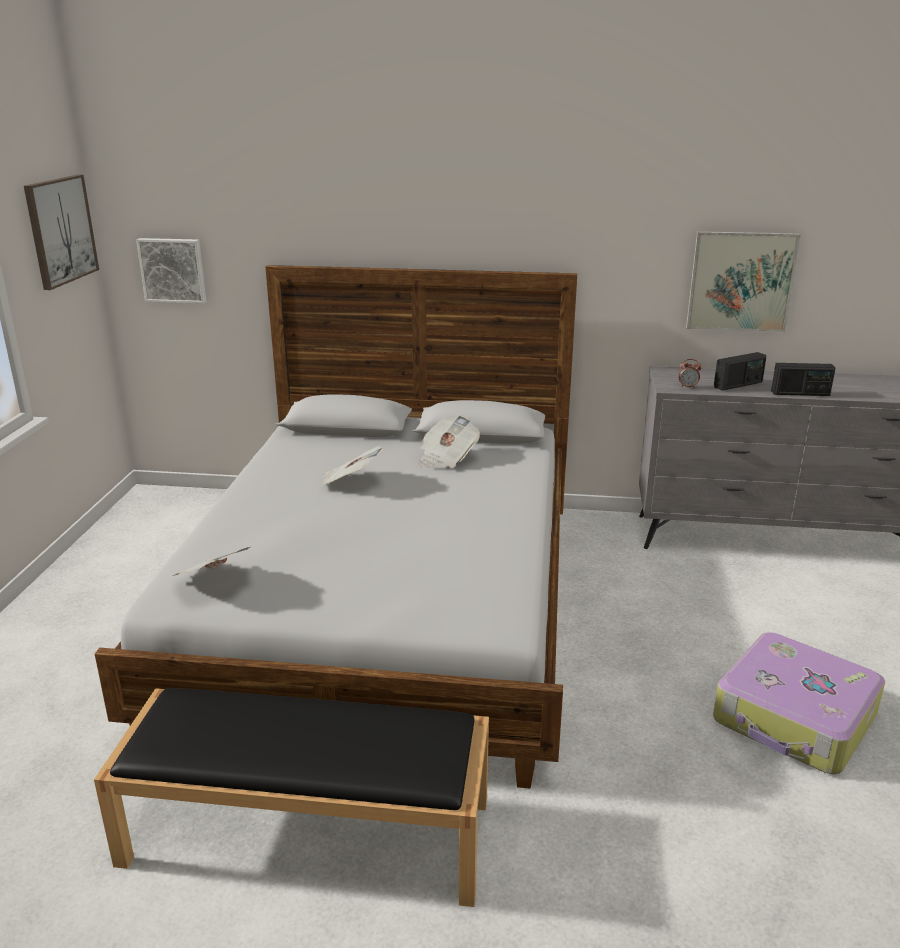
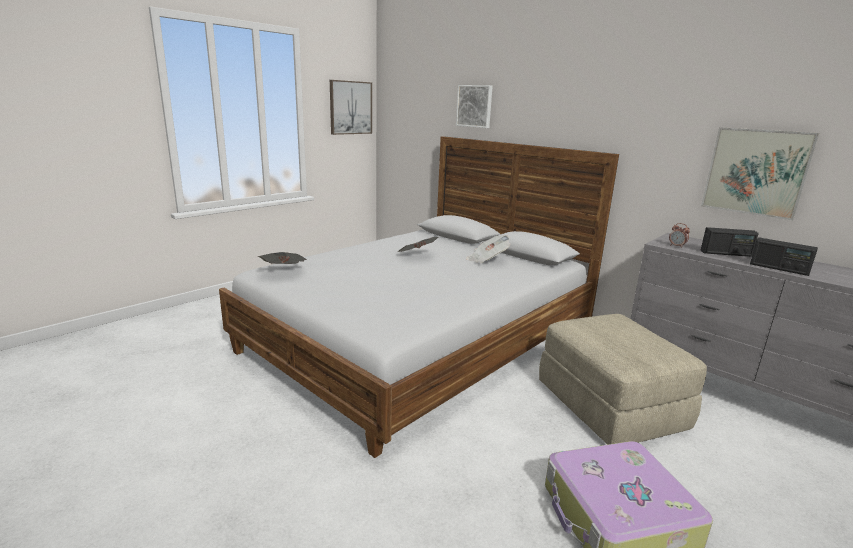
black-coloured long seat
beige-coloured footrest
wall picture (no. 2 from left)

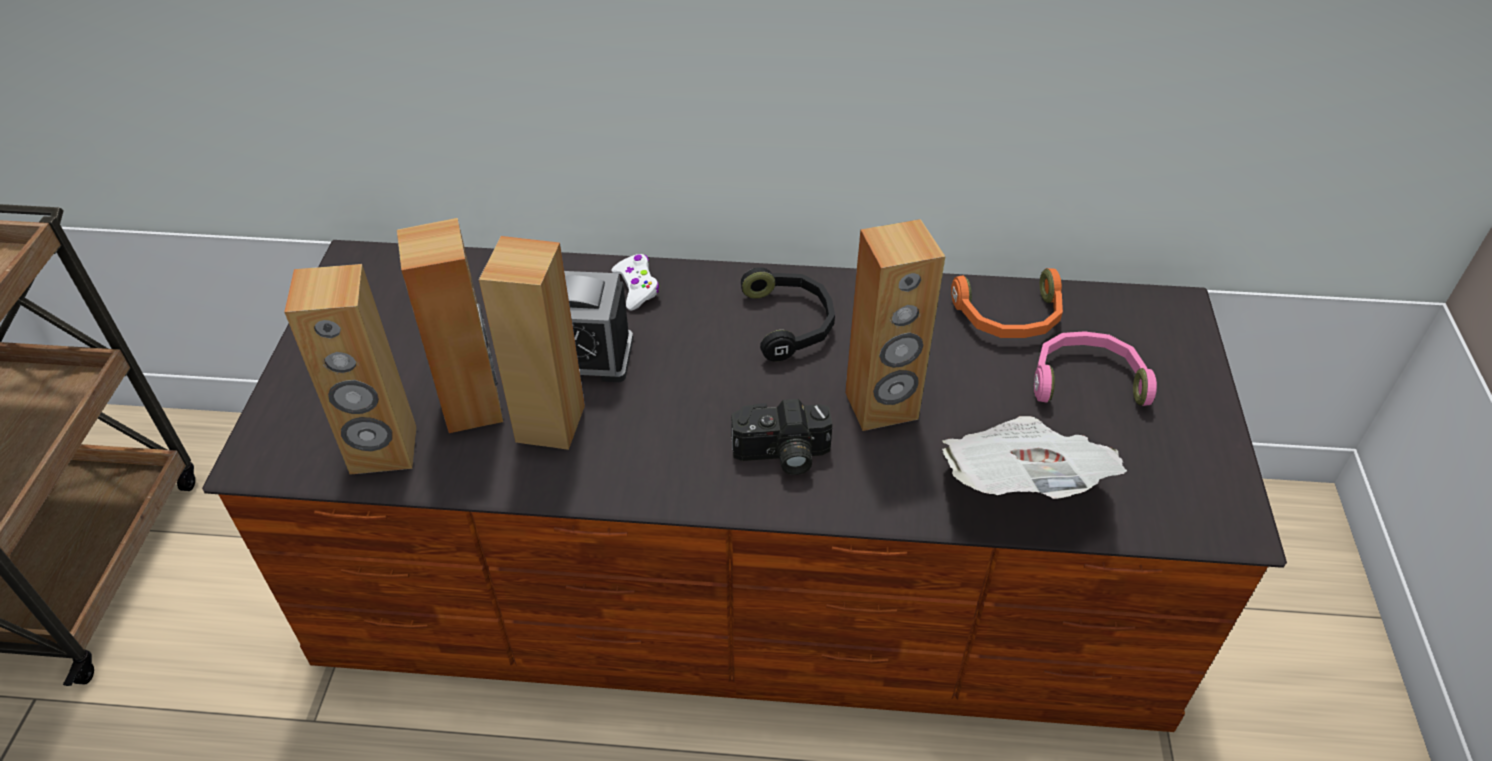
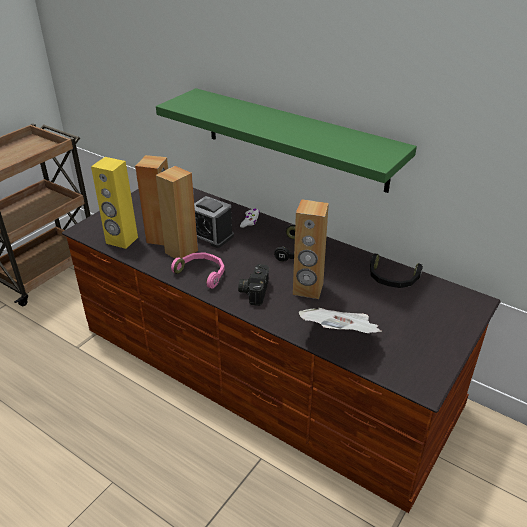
green shelf
pink-coloured headset
yellow-coloured speaker
black-coloured headset (no. 2 from left)
photo camera

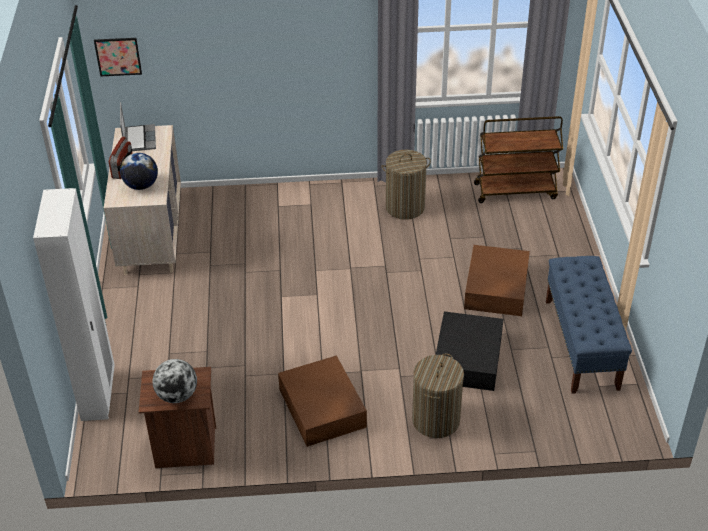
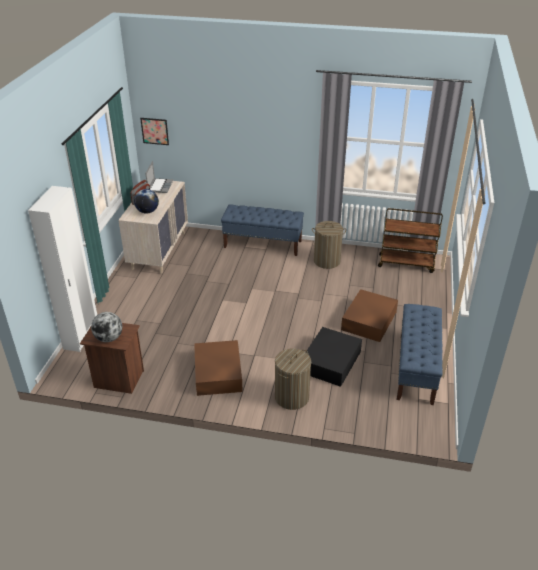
blue long seat (no. 1 from left)

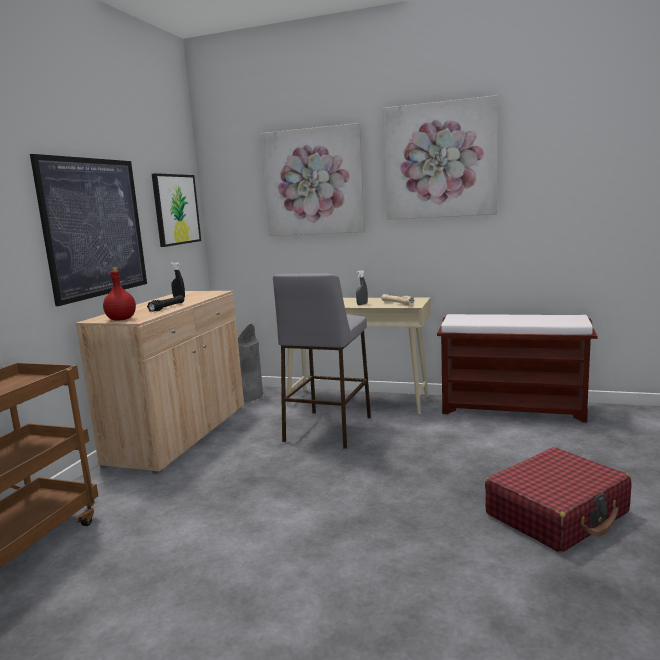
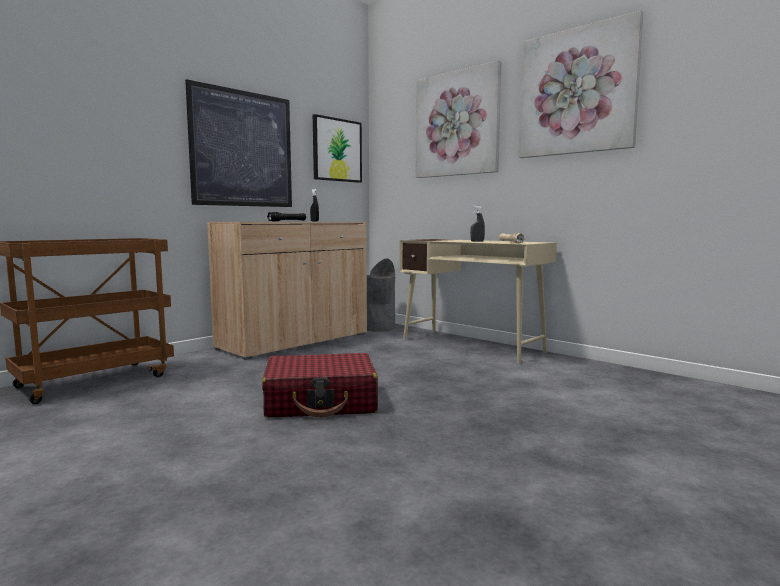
reddish beverage bottle
gray stool
brown-coloured long seat
reddish piece of luggage

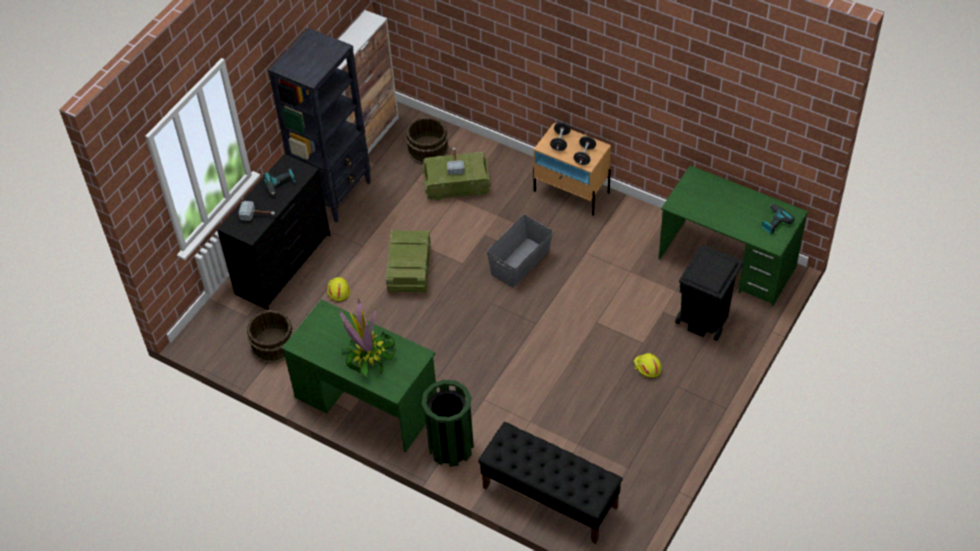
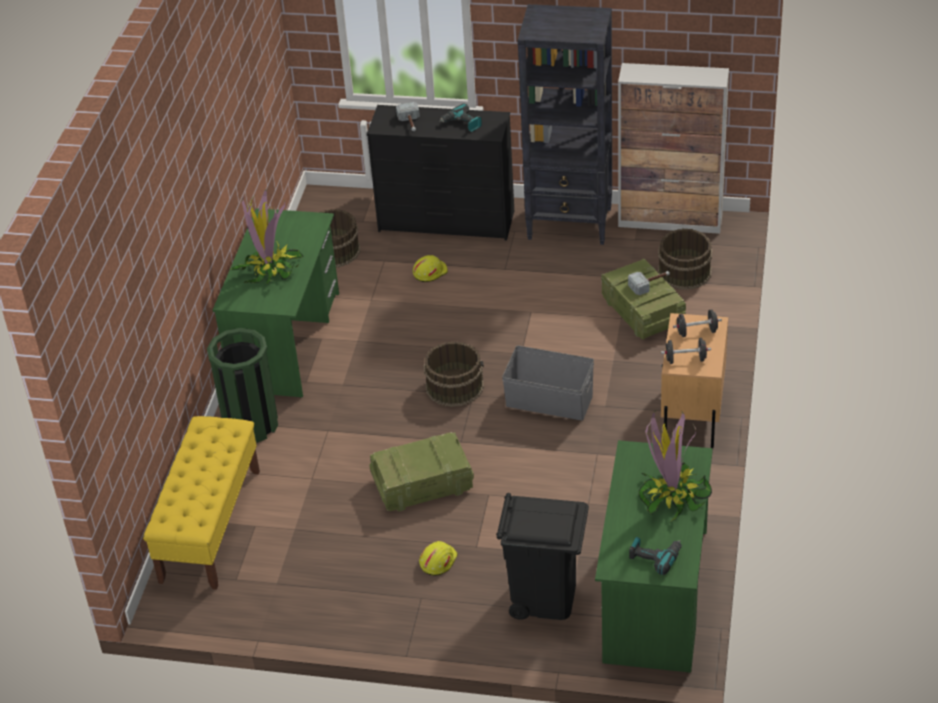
brown-coloured water bucket (no. 2 from left)
plant in a pot (no. 2 from left)
packing crate (no. 1 from left)
yellow-coloured long seat

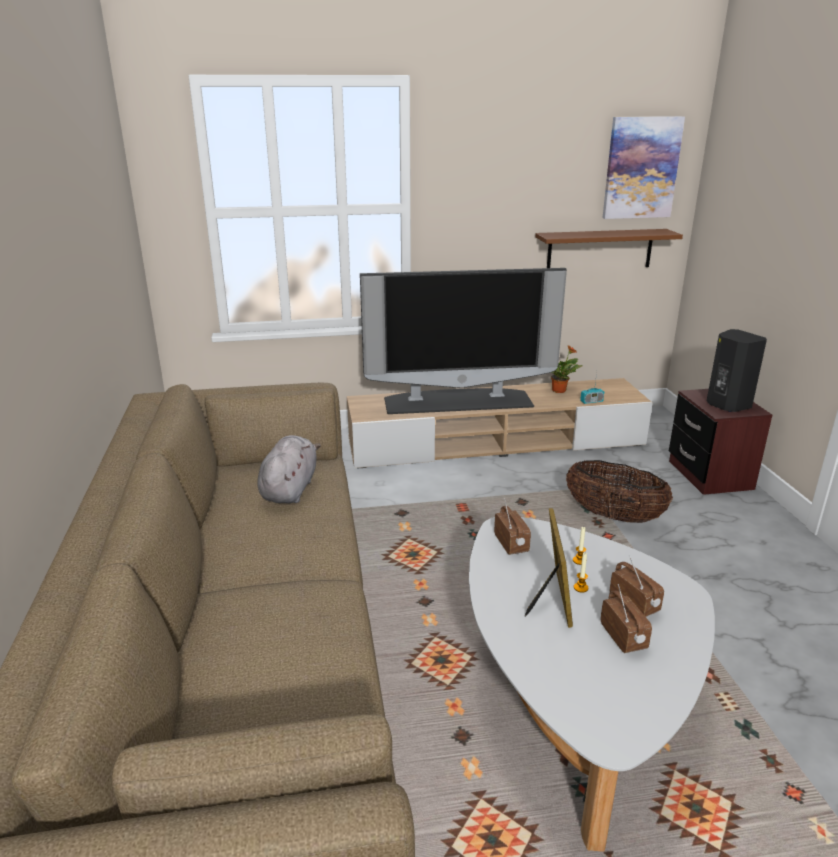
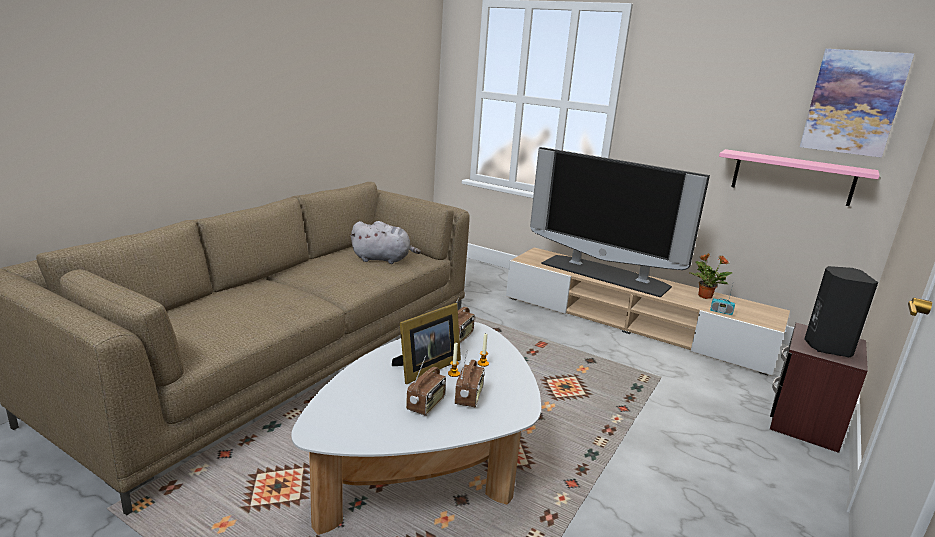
basket
pink-coloured shelf
gray cuddly toy

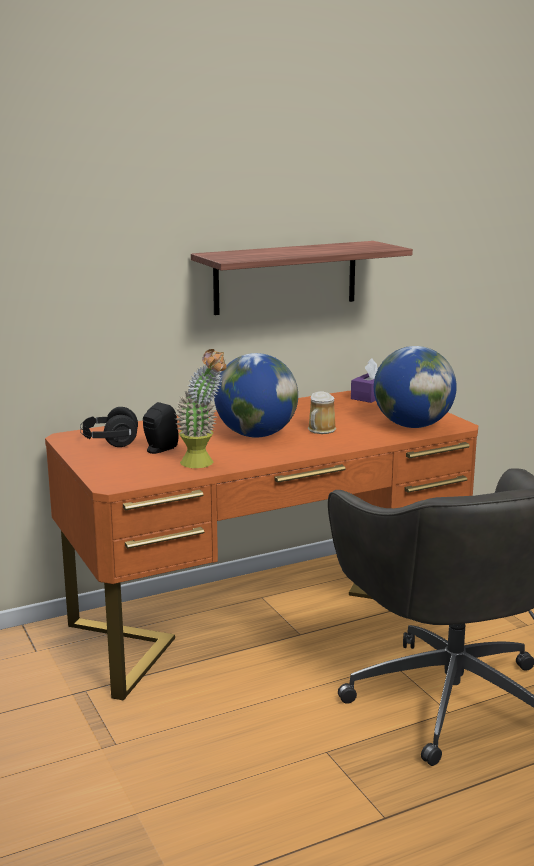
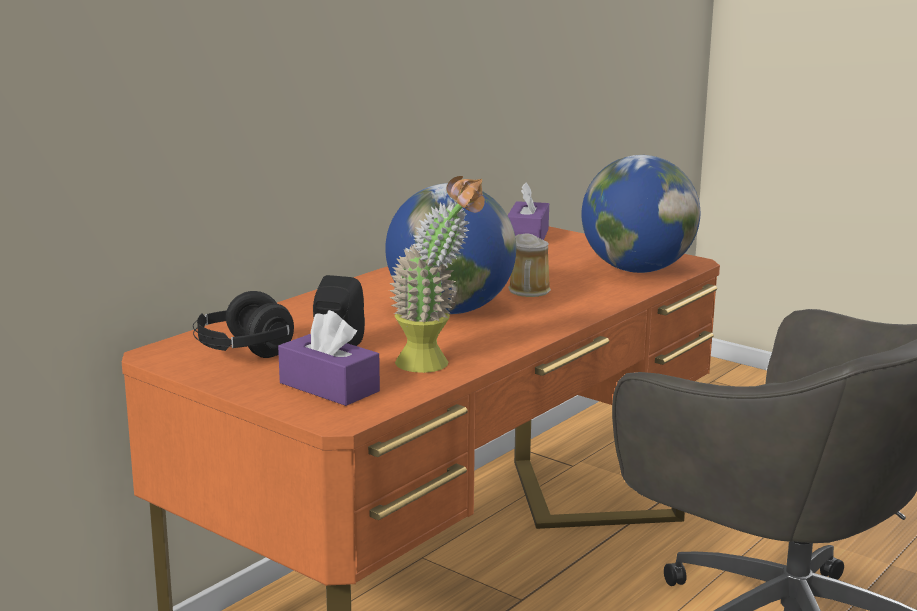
shelf
purple tissue box (no. 1 from left)

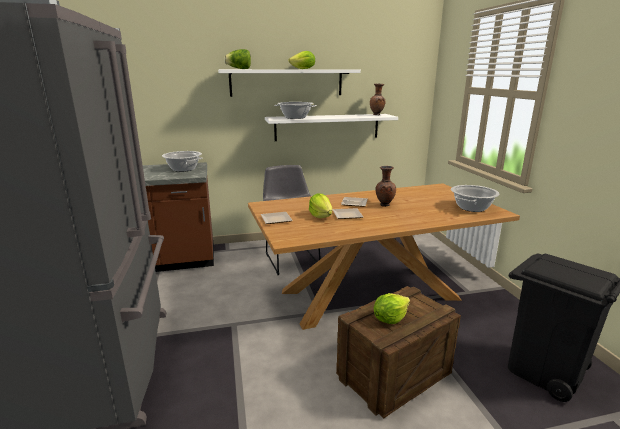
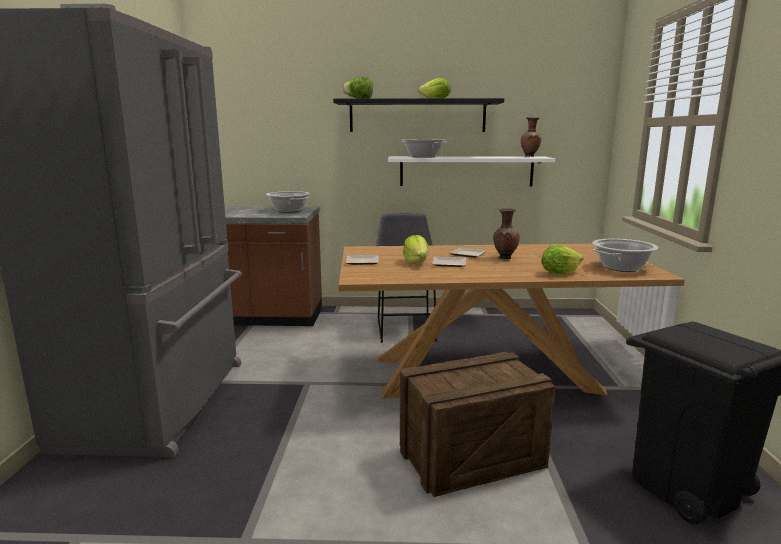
head of lettuce (no. 4 from left)
black-coloured shelf

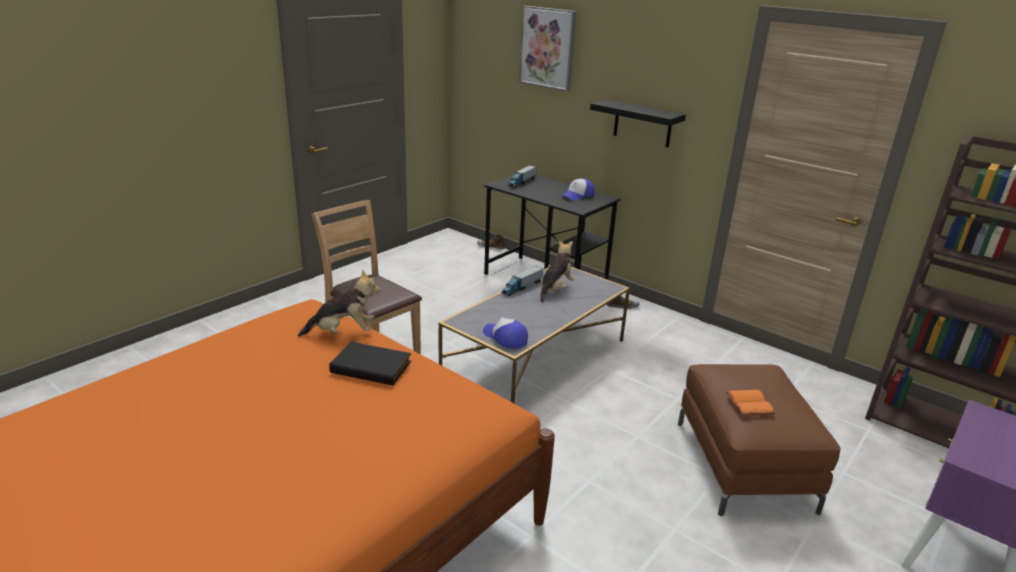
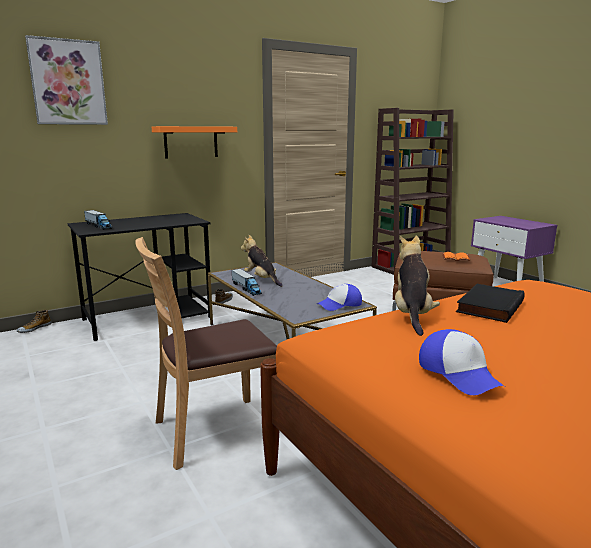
cap (no. 2 from left)
orange-coloured shelf

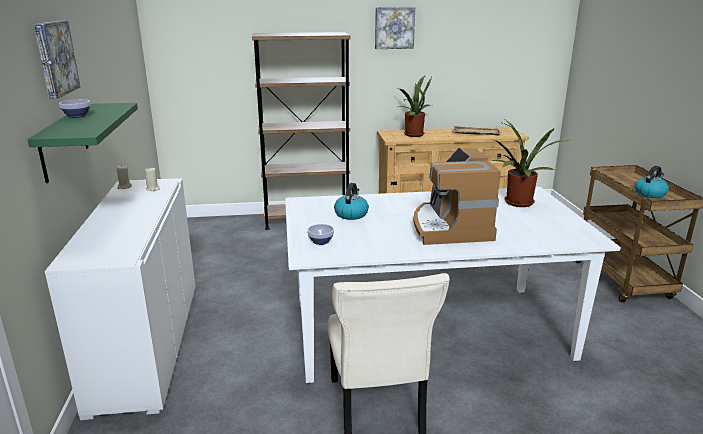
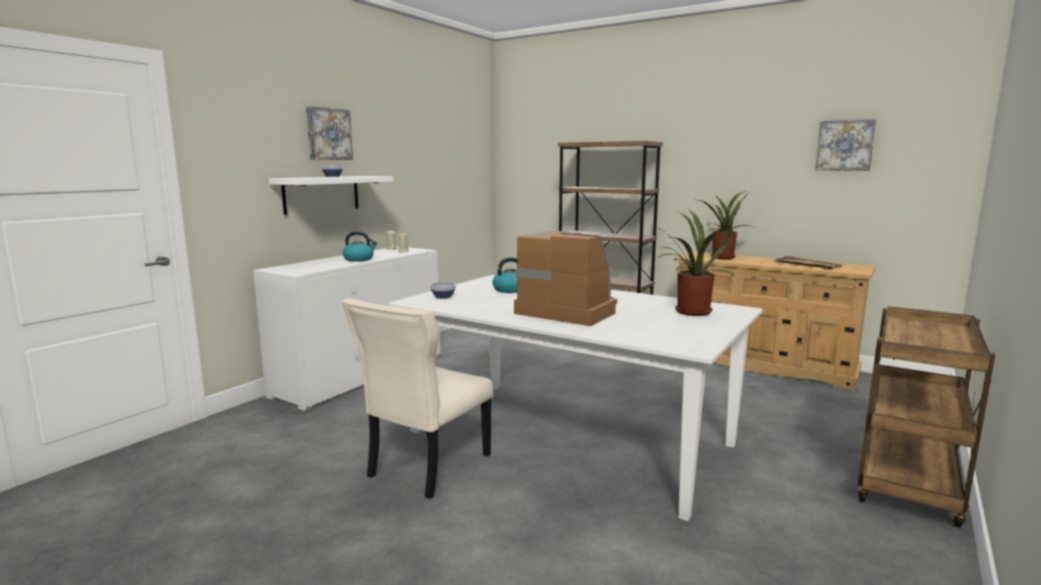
wall picture (no. 2 from left)
water kettle (no. 1 from left)
white shelf
coffee machine

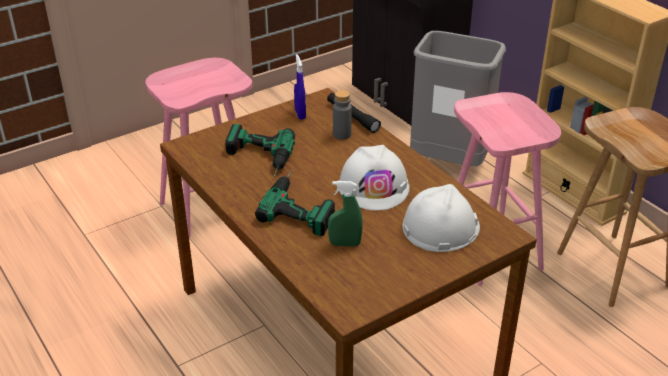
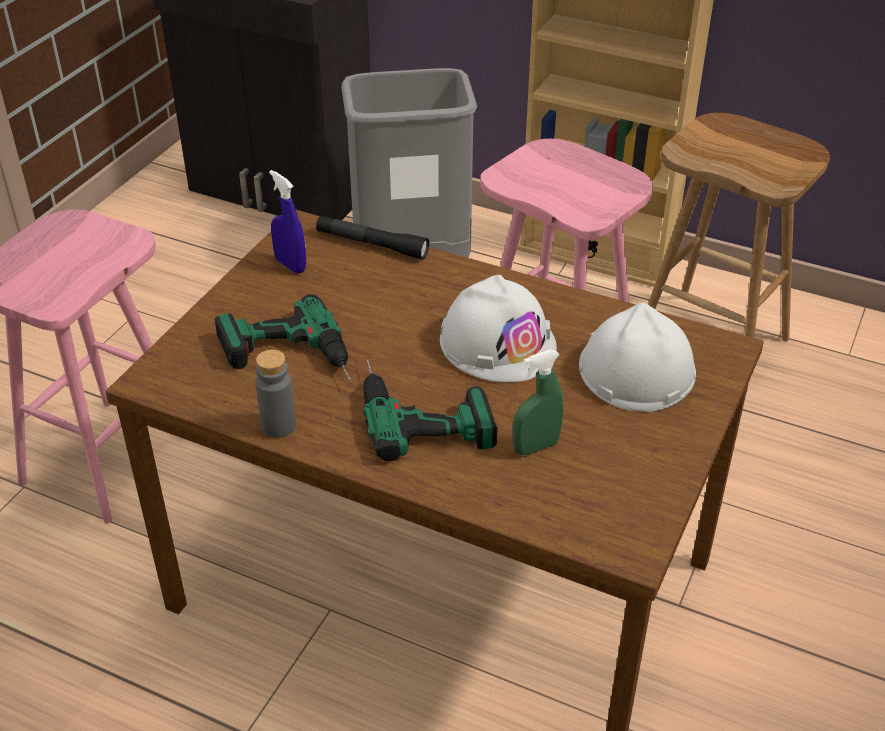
gray beverage bottle

